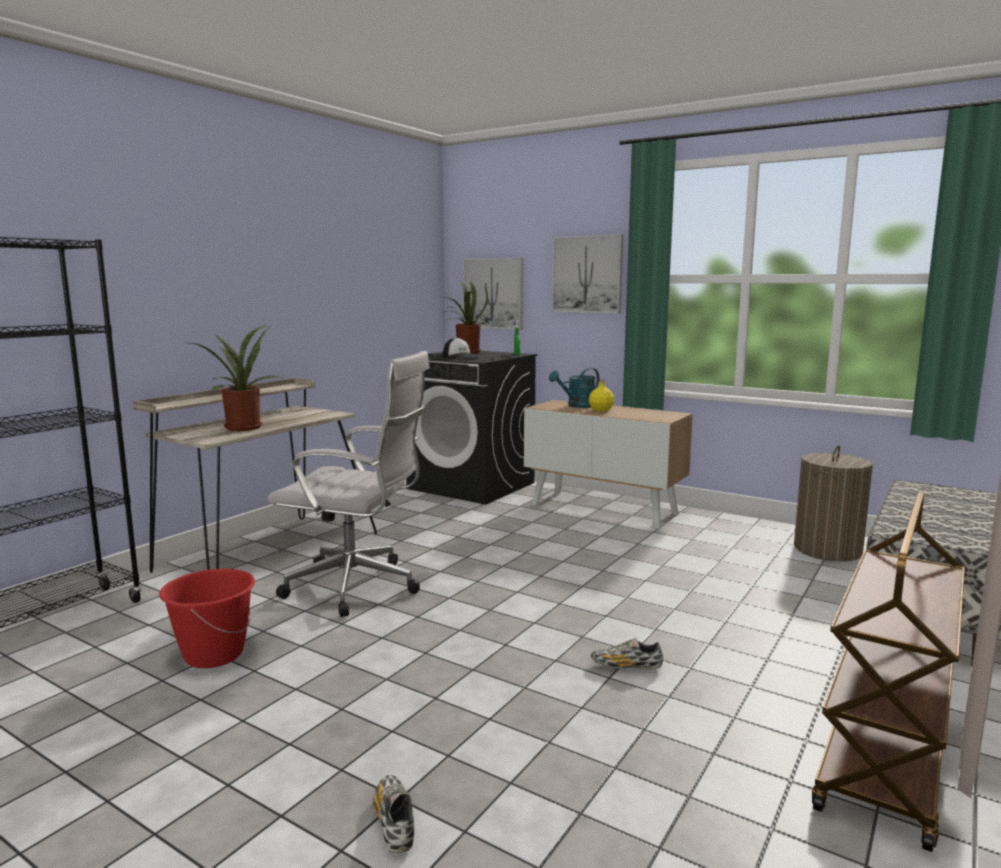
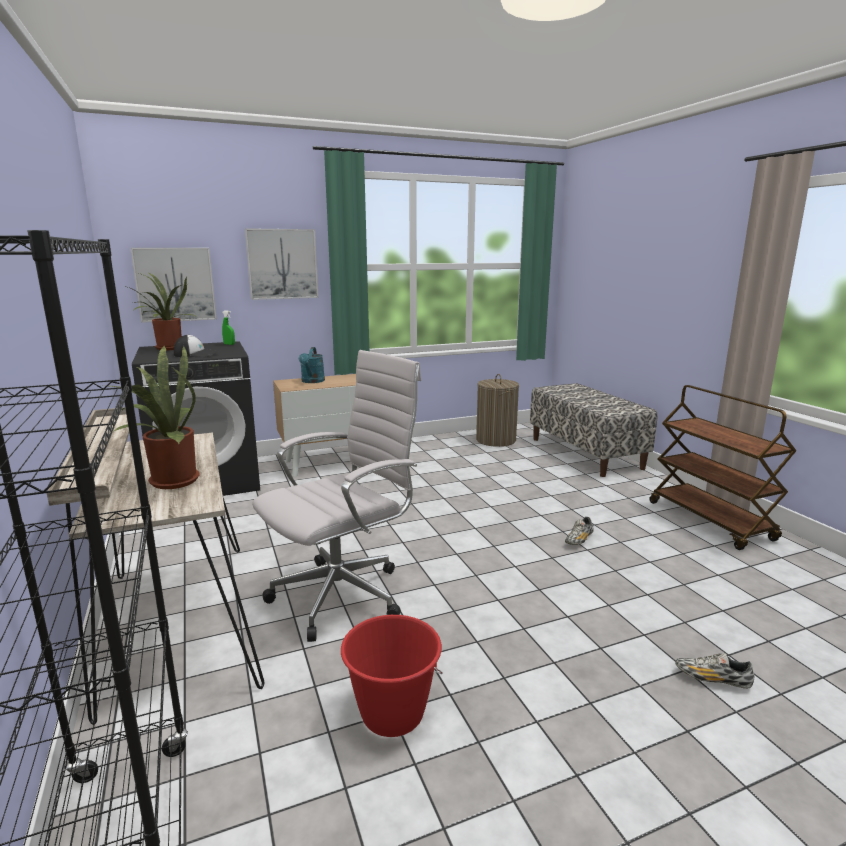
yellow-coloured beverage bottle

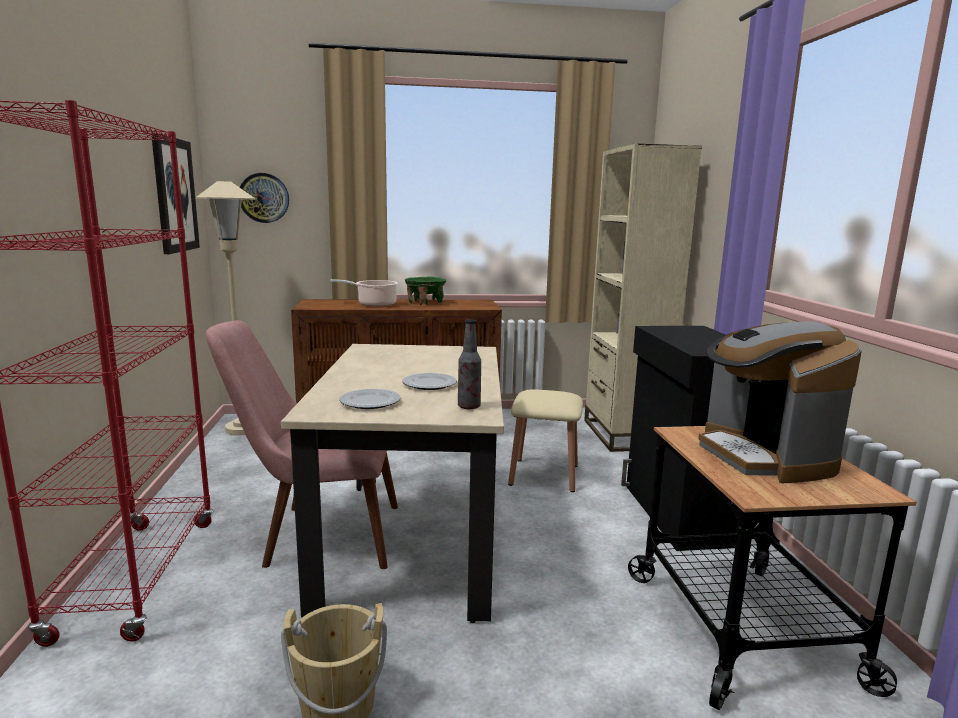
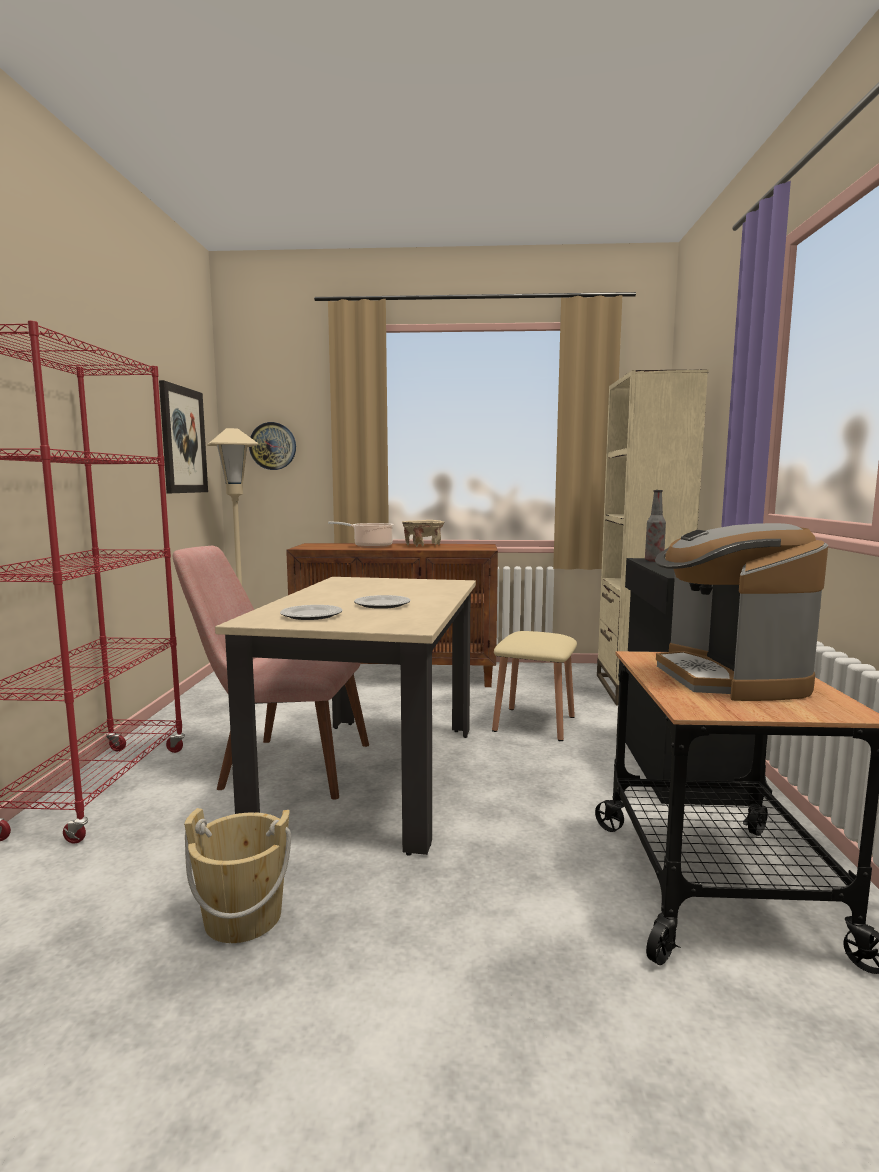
beverage bottle
beige-coloured bowl

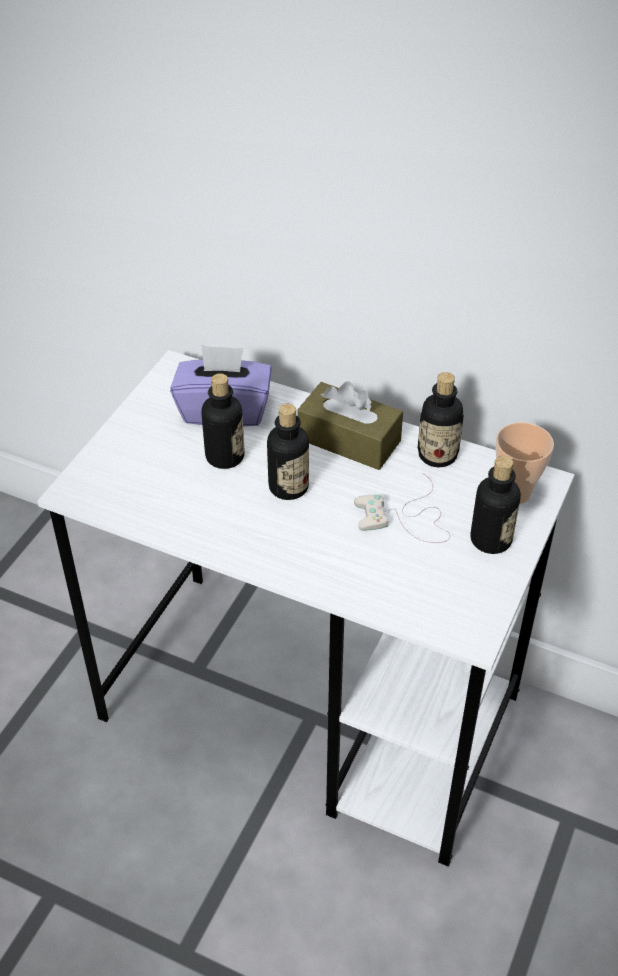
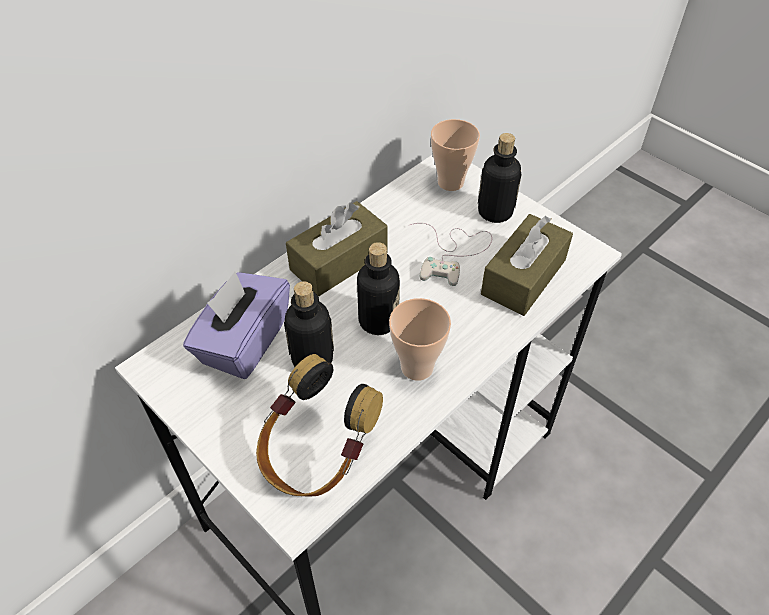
beverage bottle (no. 3 from left in the first image)
headset
small cup (no. 1 from left)
brown-coloured tissue box (no. 2 from left)

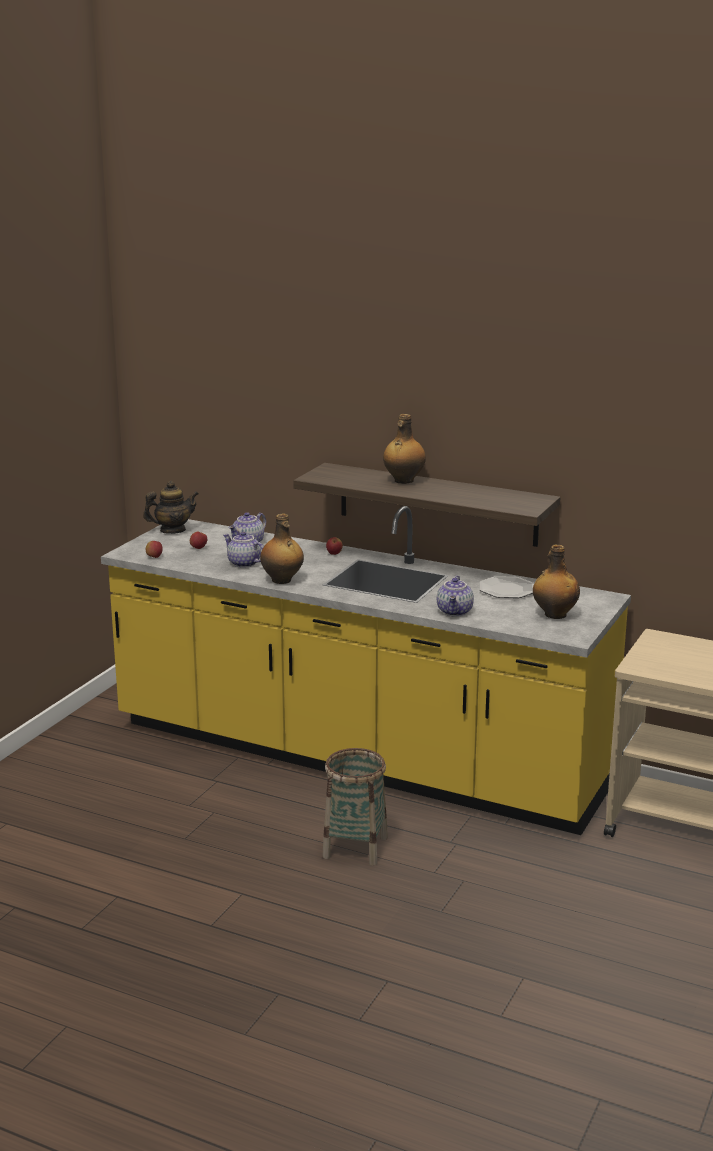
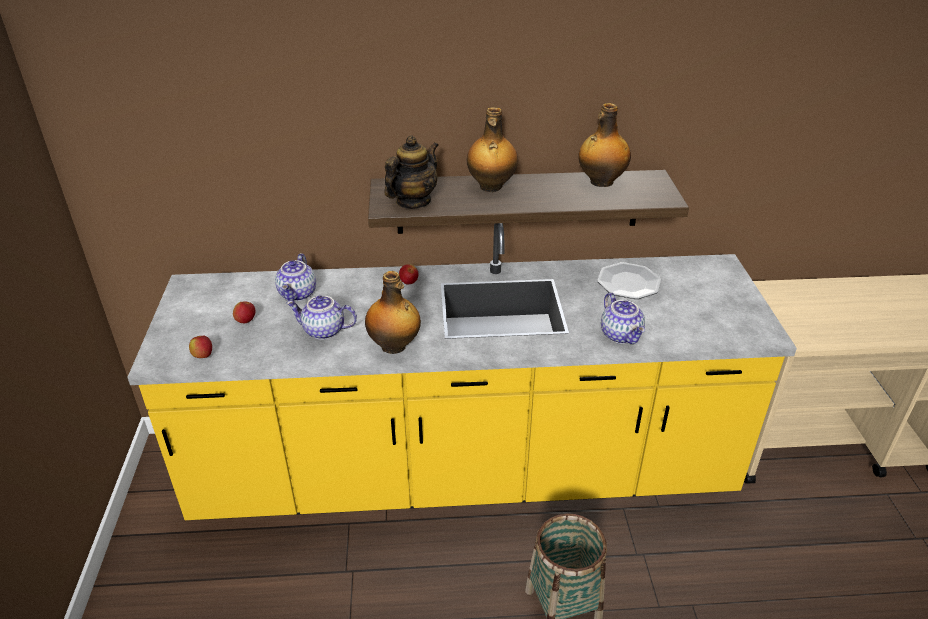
teapot (no. 3 from left)
beverage bottle (no. 3 from left)

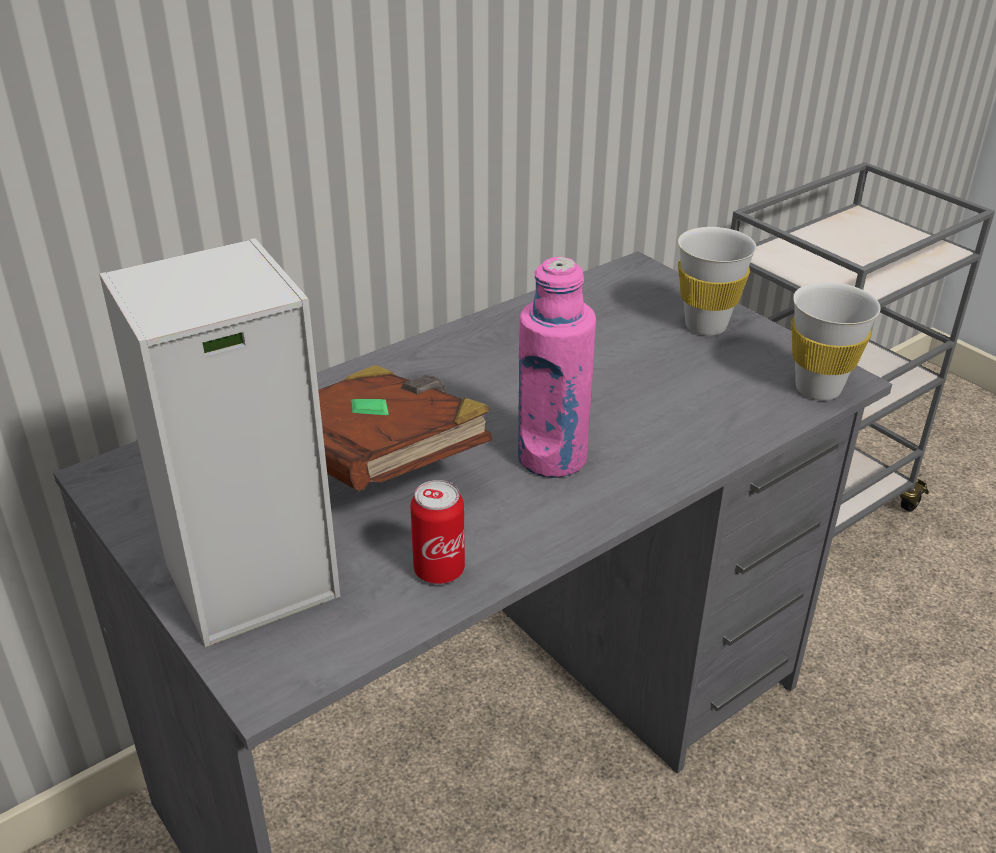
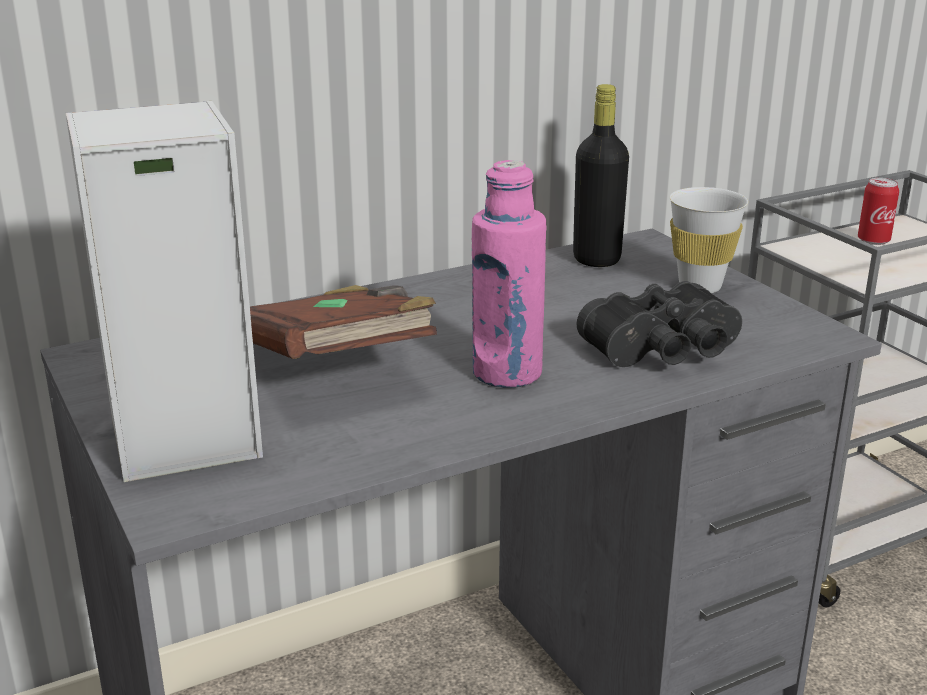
white small cup (no. 2 from left in the first image)
black-coloured beverage bottle
black-coloured field glasses
sealed can

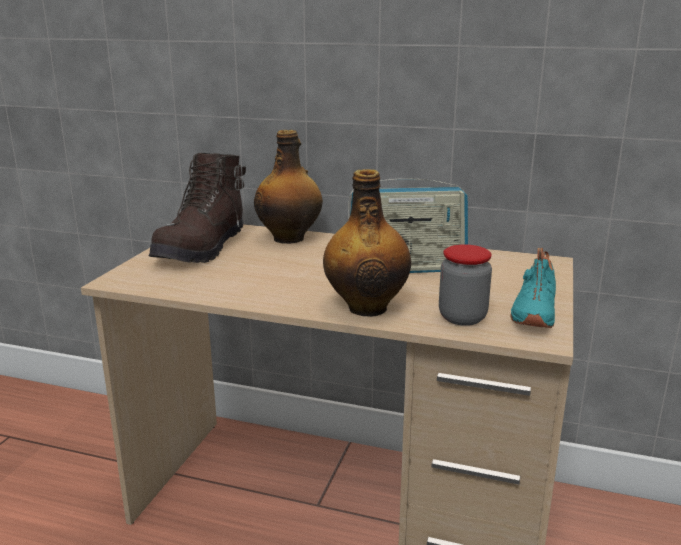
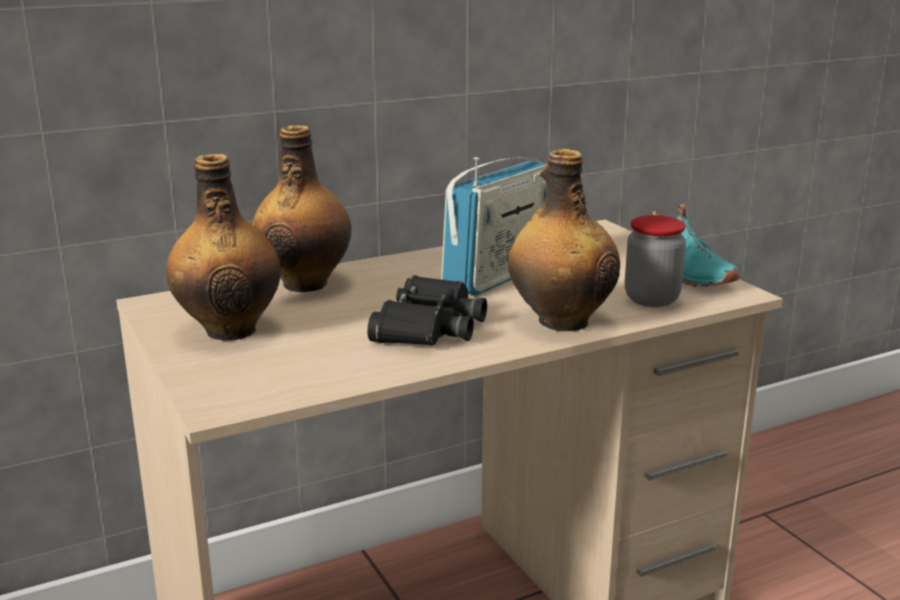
black-coloured field glasses
beverage bottle (no. 1 from left)

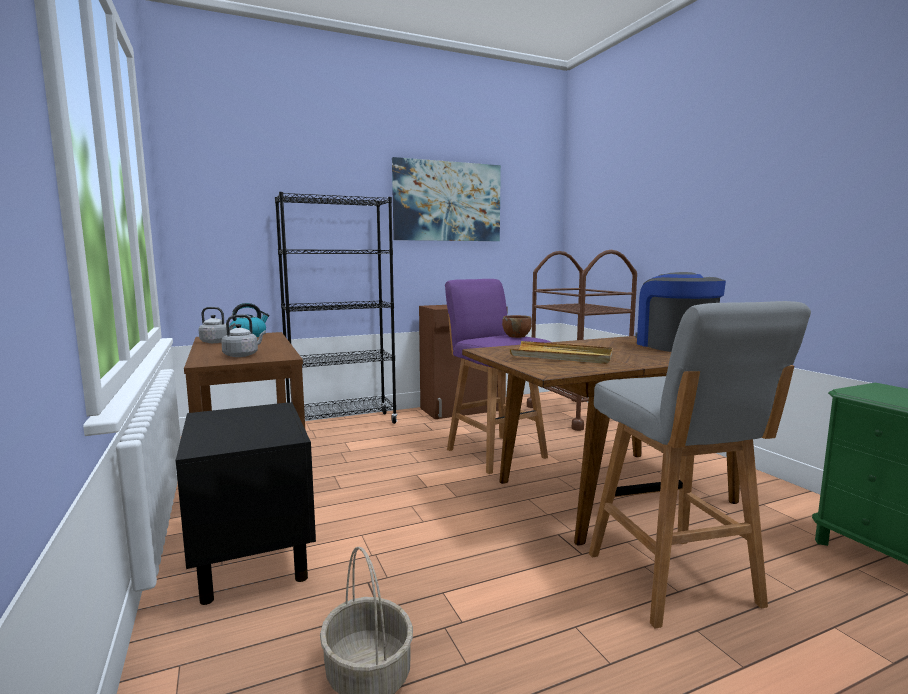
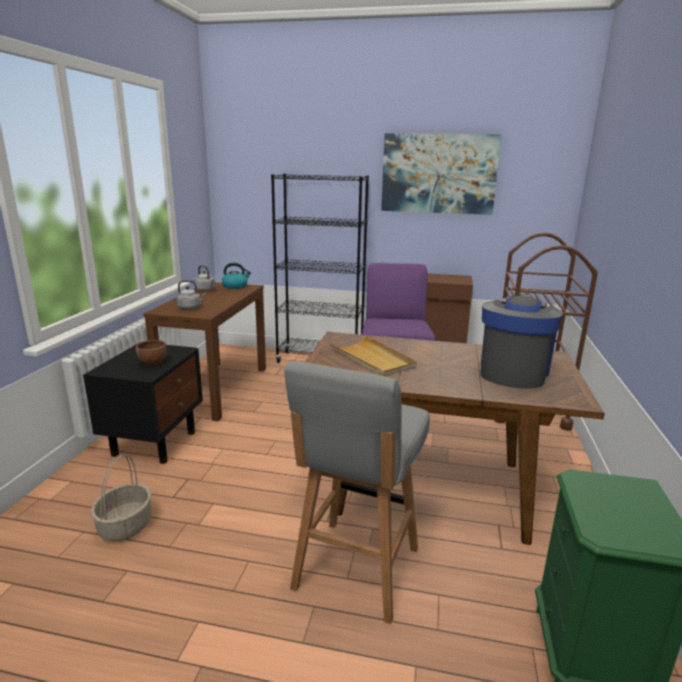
brown-coloured bowl

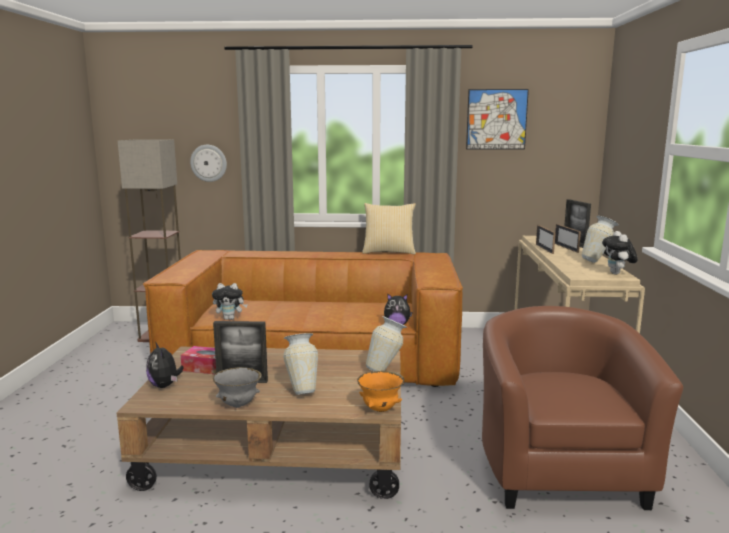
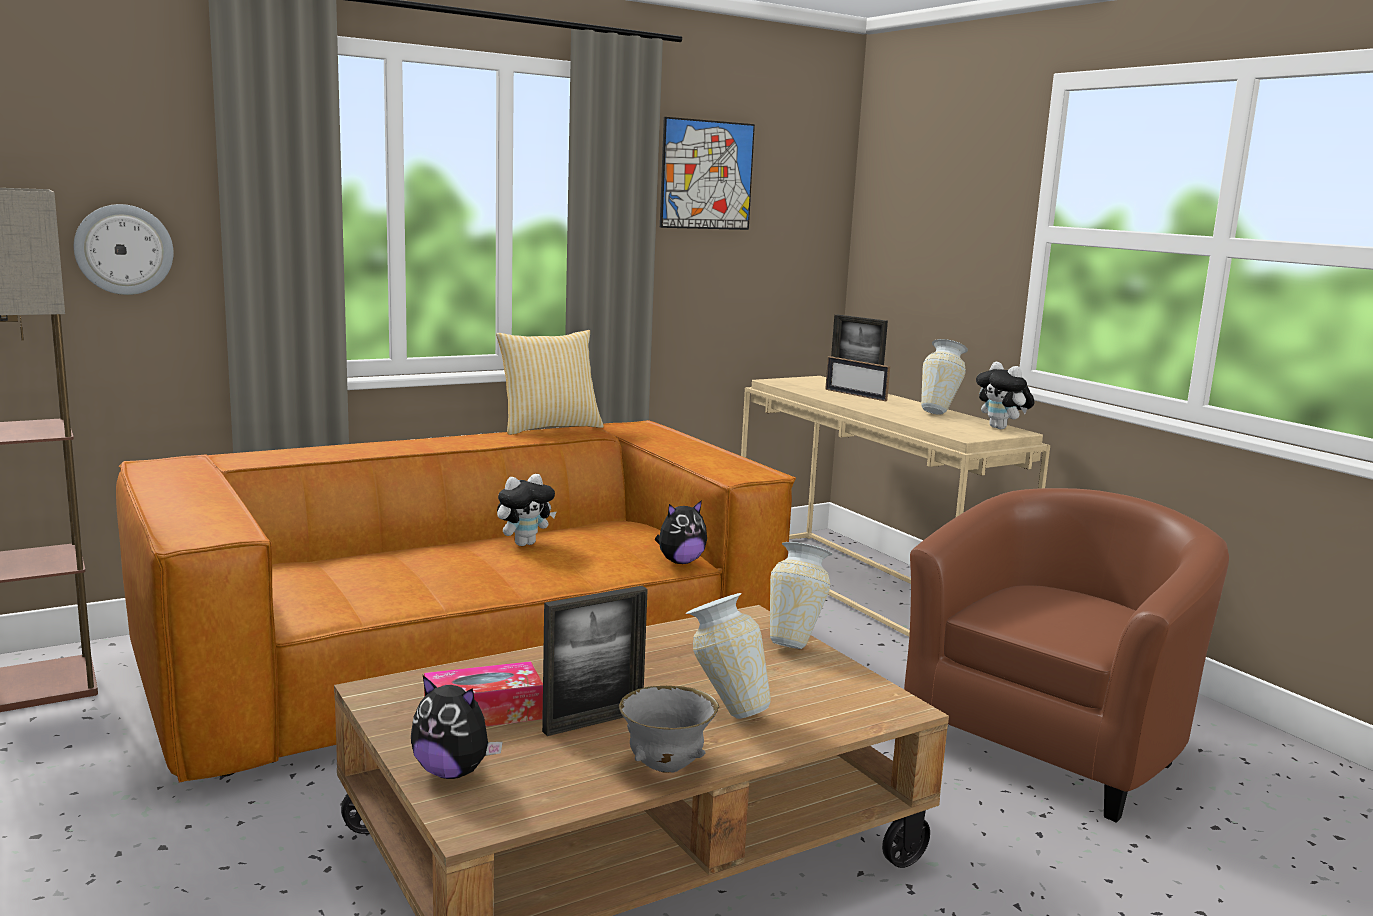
orange-coloured bowl
photo frame (no. 2 from left in the first image)
cuddly toy (no. 2 from left)
brown-coloured armchair

